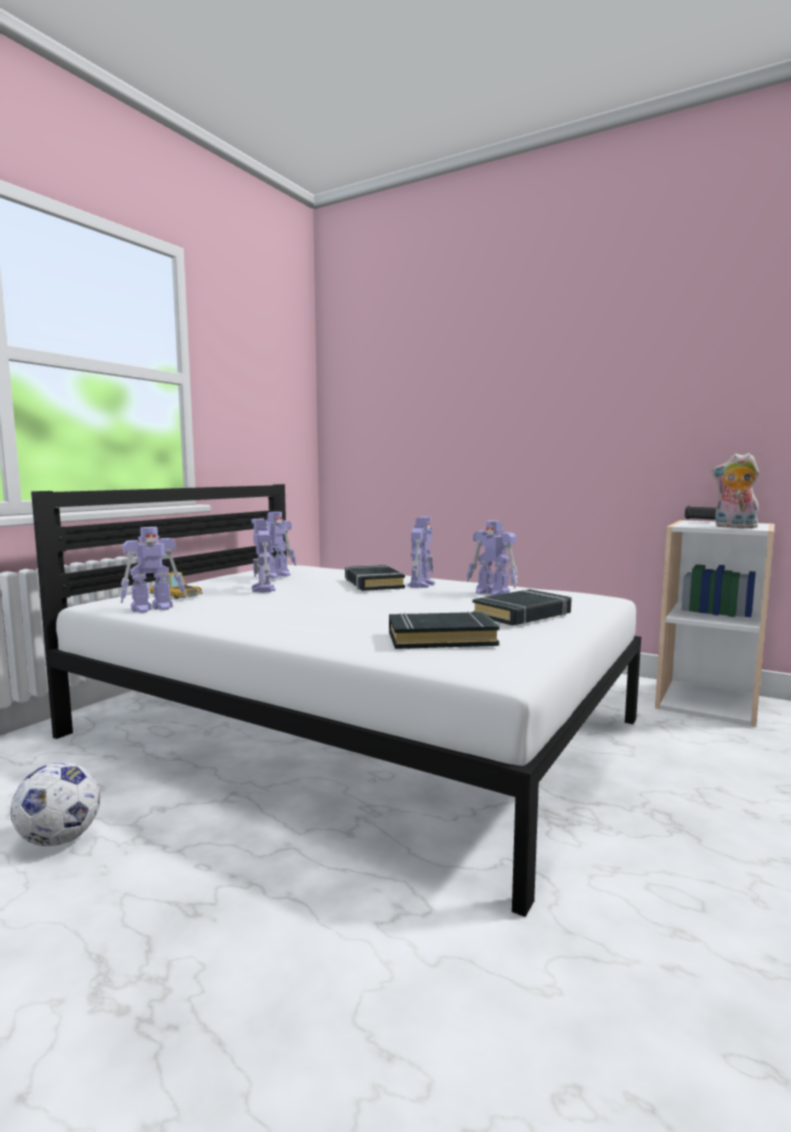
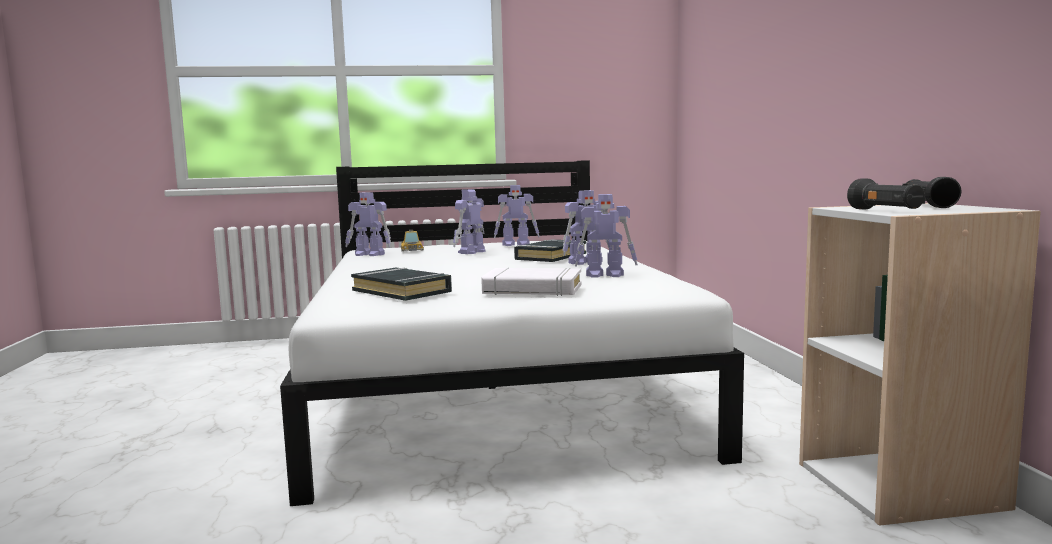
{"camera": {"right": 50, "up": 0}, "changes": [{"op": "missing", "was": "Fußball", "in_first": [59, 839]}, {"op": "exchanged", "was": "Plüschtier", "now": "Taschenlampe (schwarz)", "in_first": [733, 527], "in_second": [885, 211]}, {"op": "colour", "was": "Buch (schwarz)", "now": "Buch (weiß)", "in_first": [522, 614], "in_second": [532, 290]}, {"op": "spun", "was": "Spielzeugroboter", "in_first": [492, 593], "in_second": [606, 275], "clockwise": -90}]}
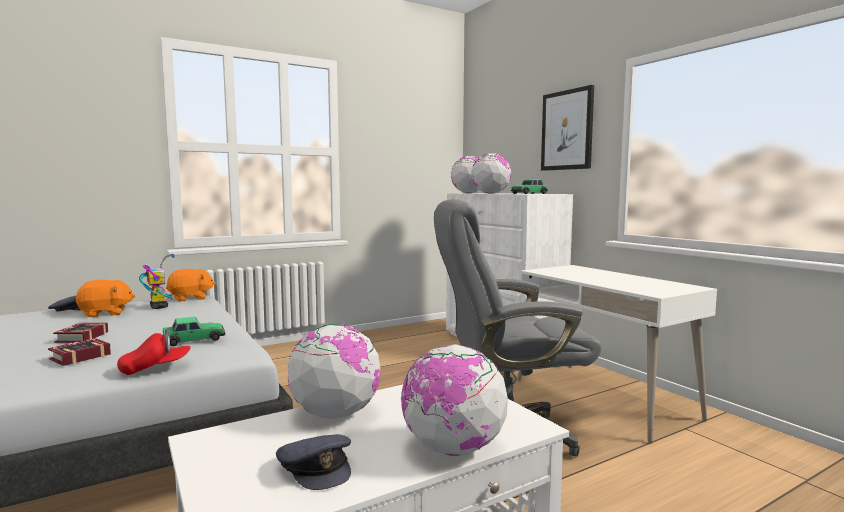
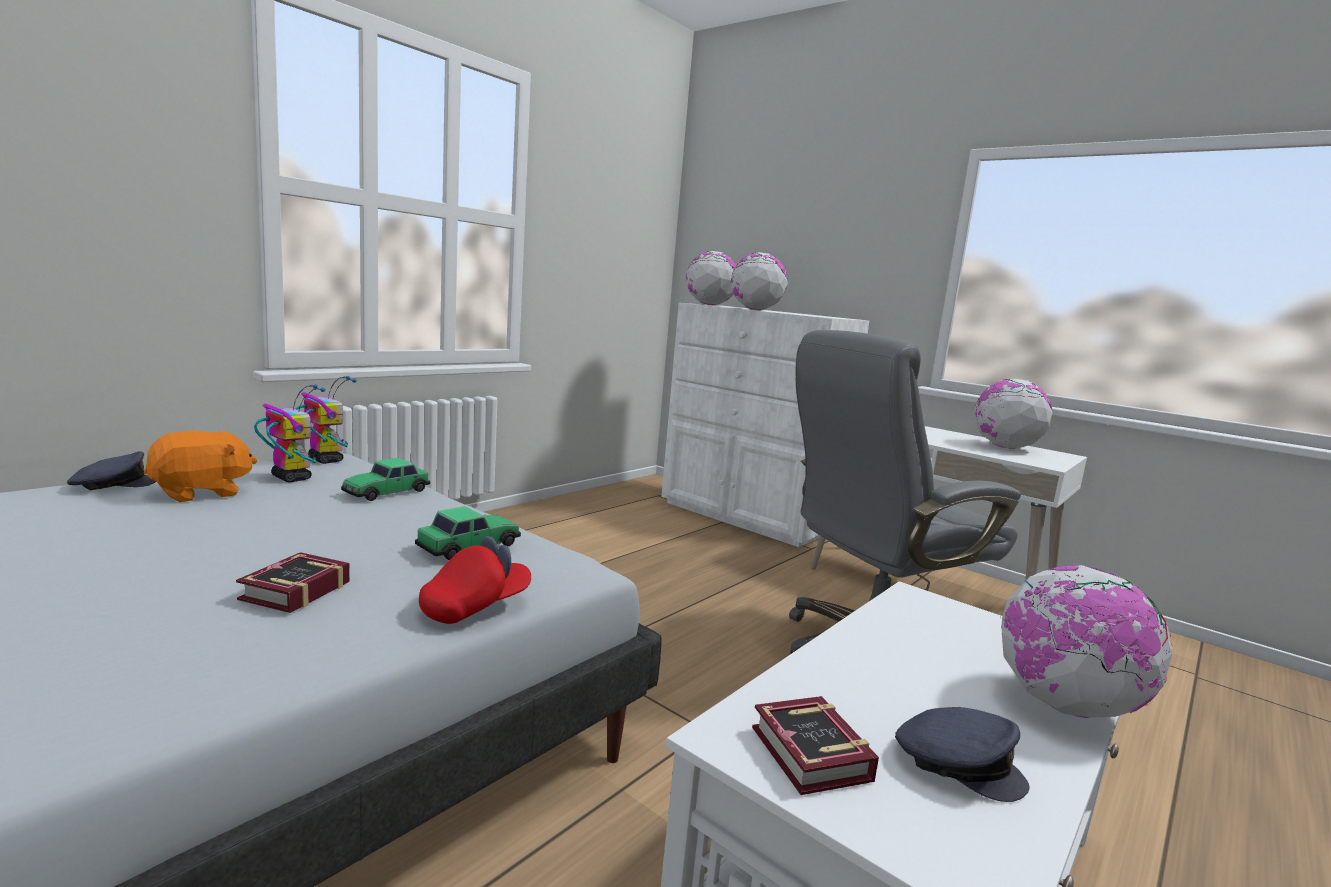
{"camera": {"right": -20, "up": 5}, "changes": [{"op": "missing", "was": "Bild", "in_first": [567, 130]}, {"op": "relocated", "was": "Buch", "in_first": [80, 338], "in_second": [810, 757]}, {"op": "relocated", "was": "Globus", "in_first": [335, 414], "in_second": [1005, 447]}, {"op": "relocated", "was": "Spielzeugauto", "in_first": [529, 193], "in_second": [386, 492]}, {"op": "exchanged", "was": "Plüschtier (orange)", "now": "Spielzeugroboter", "in_first": [190, 298], "in_second": [325, 460]}]}
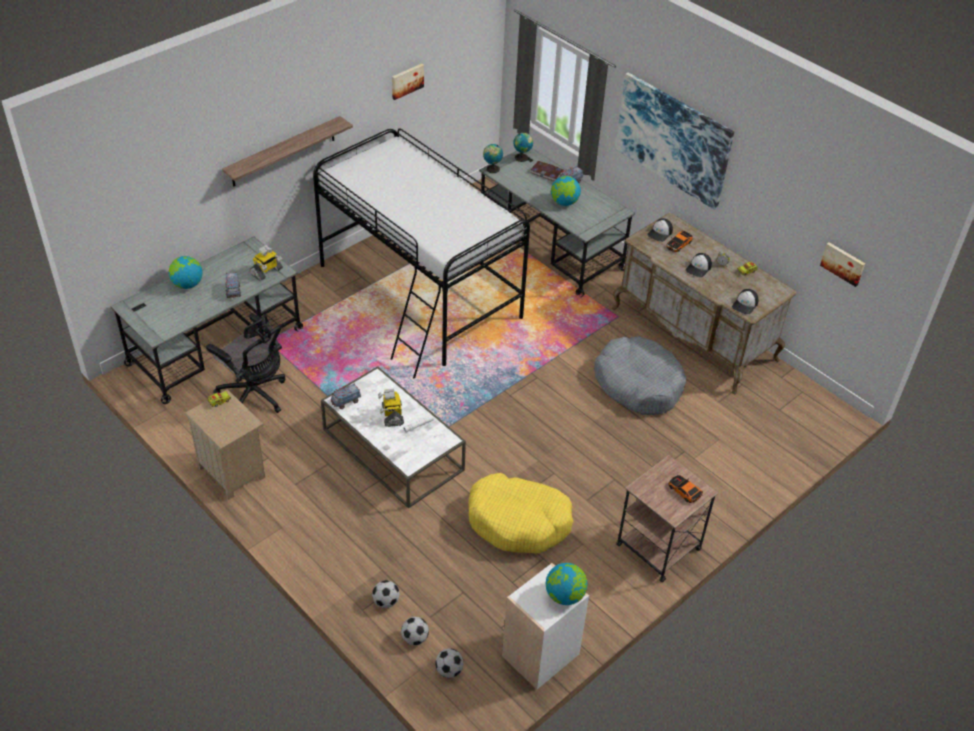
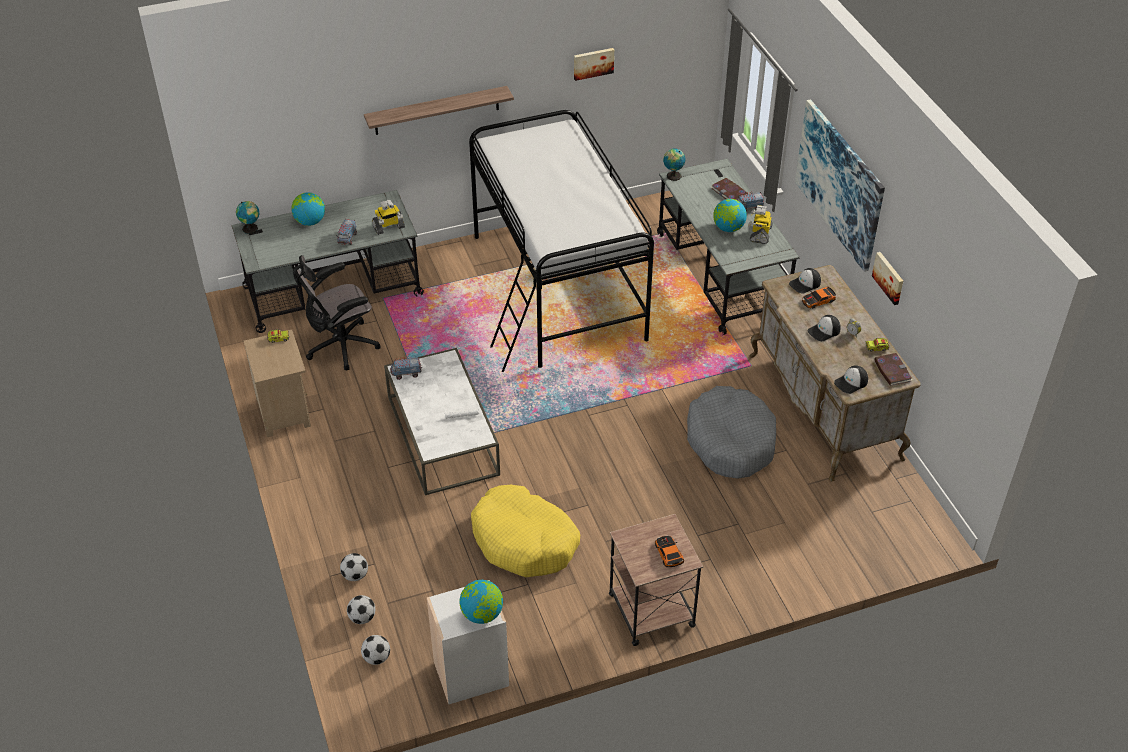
{"camera": {"right": 25, "up": 0}, "changes": [{"op": "appeared", "now": "Buch", "in_second": [892, 371]}, {"op": "relocated", "was": "Spielzeugroboter", "in_first": [392, 415], "in_second": [760, 234]}, {"op": "relocated", "was": "Globus", "in_first": [522, 157], "in_second": [251, 229]}, {"op": "relocated", "was": "Bild", "in_first": [843, 263], "in_second": [889, 277]}, {"op": "spun", "was": "Bürostuhl", "in_first": [253, 395], "in_second": [342, 346], "clockwise": 90}]}
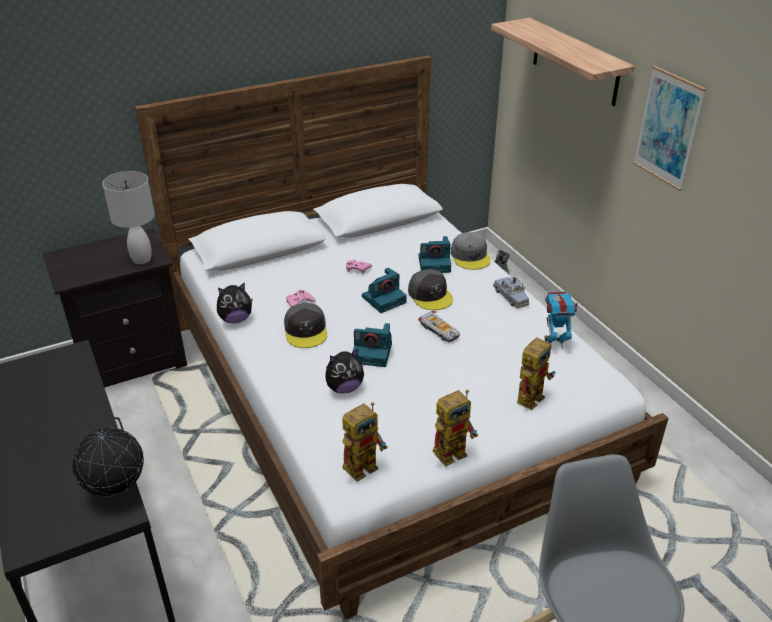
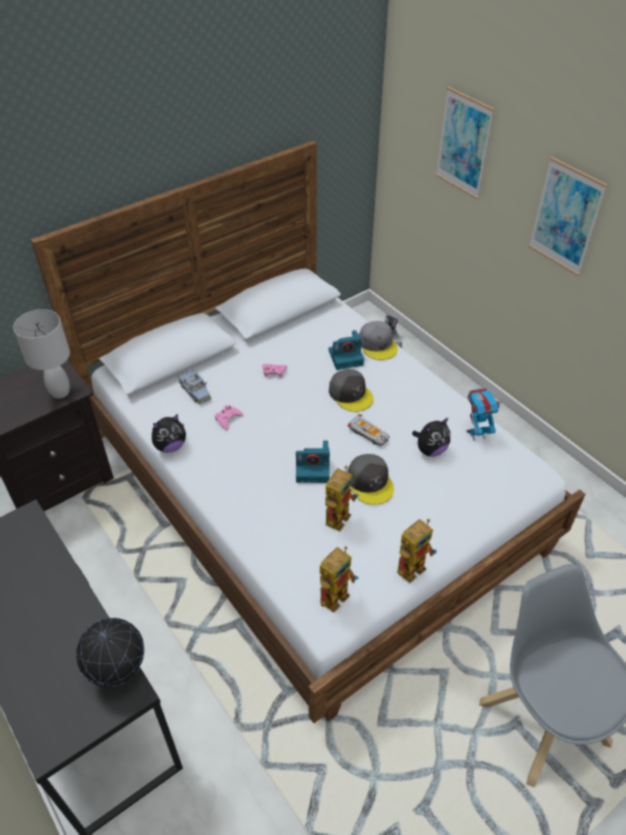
{"camera": {"right": -10, "up": 10}, "changes": [{"op": "missing", "was": "Kamera", "in_first": [384, 299]}, {"op": "relocated", "was": "Kappe (grau)", "in_first": [306, 331], "in_second": [370, 482]}, {"op": "relocated", "was": "Plüschtier", "in_first": [344, 388], "in_second": [430, 450]}, {"op": "relocated", "was": "Spielzeugauto (blau)", "in_first": [511, 297], "in_second": [195, 391]}, {"op": "relocated", "was": "Spielzeugroboter", "in_first": [531, 395], "in_second": [338, 514]}, {"op": "exchanged", "was": "Wandregal", "now": "Bild", "in_first": [575, 62], "in_second": [464, 143]}]}
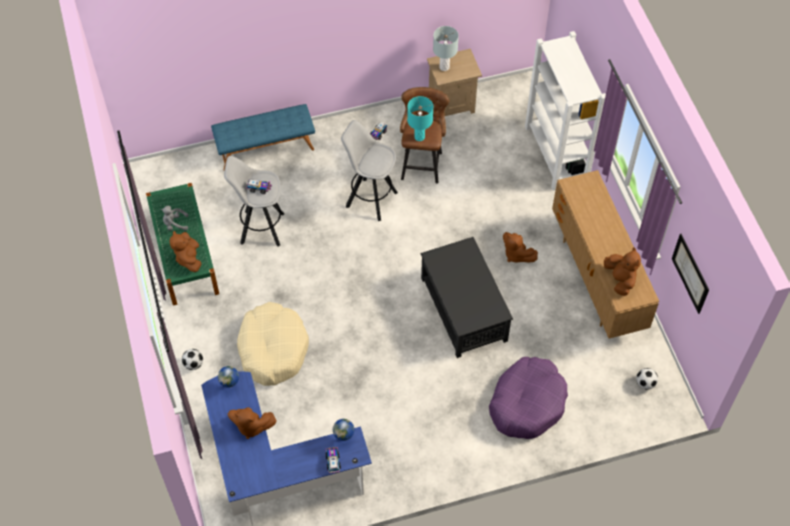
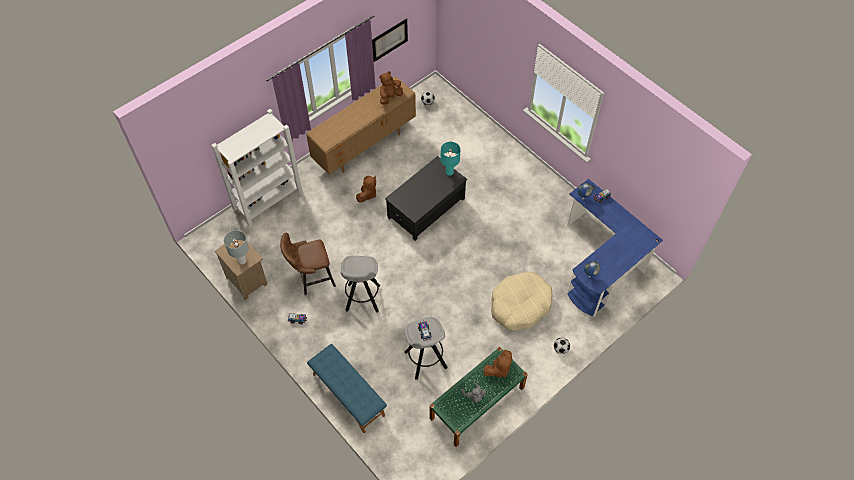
{"camera": {"right": -115, "up": 0}, "changes": [{"op": "missing", "was": "Plüschtier (braun)", "in_first": [251, 426]}, {"op": "missing", "was": "Hundebett (lila)", "in_first": [527, 403]}, {"op": "relocated", "was": "Tischlampe (türkis)", "in_first": [419, 137], "in_second": [449, 172]}]}
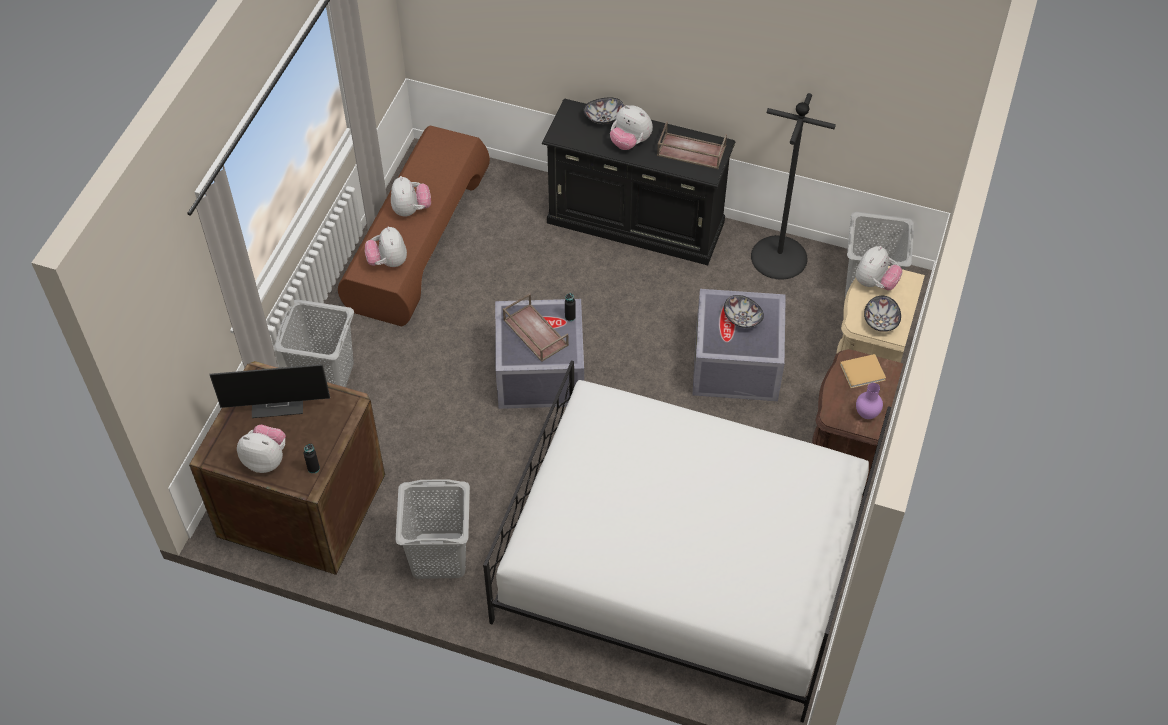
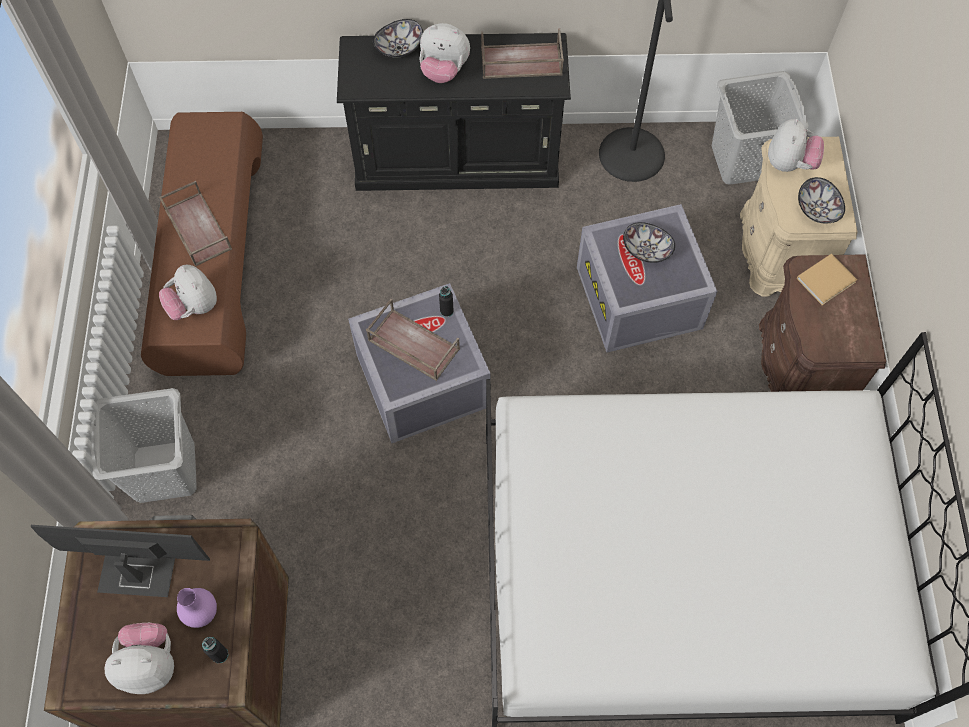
{"camera": {"right": -20, "up": 10}, "changes": [{"op": "missing", "was": "Wäschekorb (grau)", "in_first": [439, 556]}, {"op": "relocated", "was": "Vase (lila)", "in_first": [866, 414], "in_second": [201, 614]}, {"op": "exchanged", "was": "Plüschtier", "now": "Tablett (braun)", "in_first": [411, 210], "in_second": [196, 228]}, {"op": "spun", "was": "Monitor", "in_first": [279, 403], "in_second": [136, 573], "clockwise": -150}]}
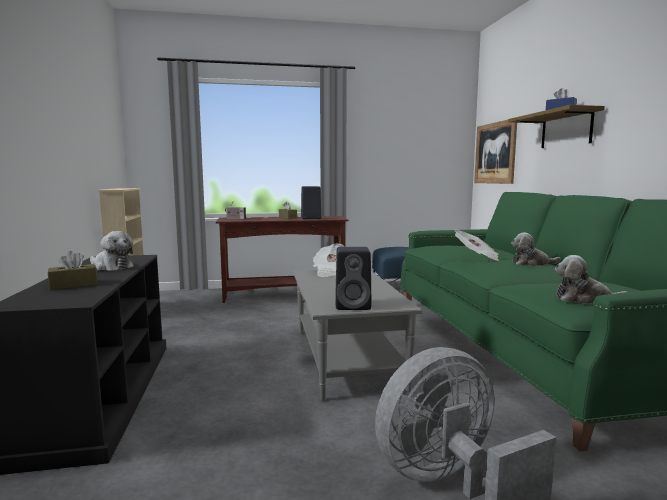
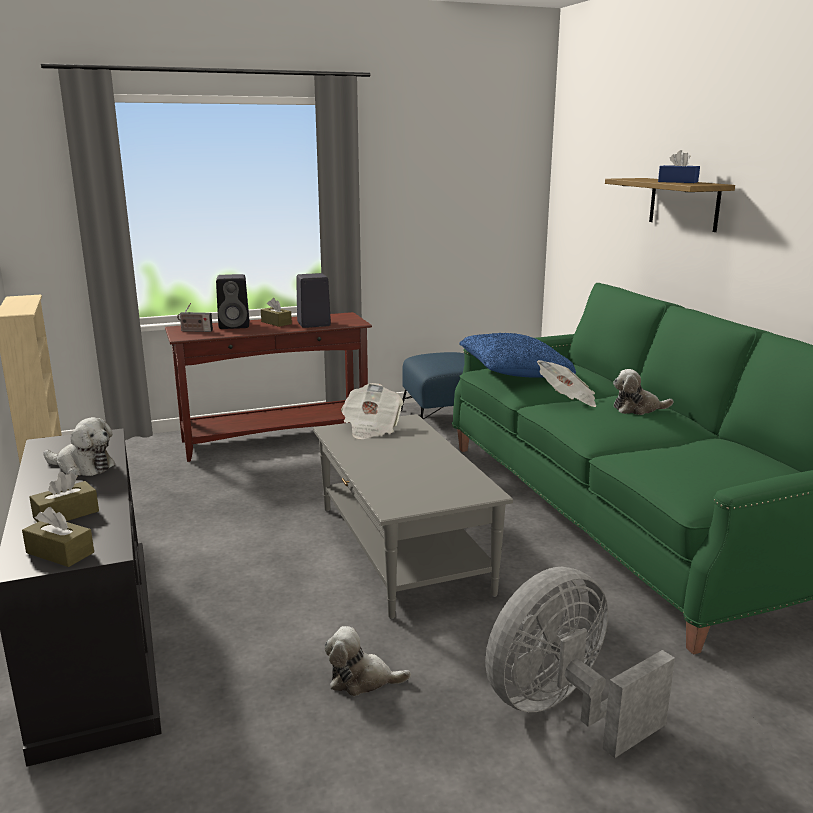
{"camera": {"right": -10, "up": 10}, "changes": [{"op": "missing", "was": "Bild", "in_first": [495, 153]}, {"op": "appeared", "now": "Taschentuchbox (braun)", "in_second": [60, 553]}, {"op": "appeared", "now": "Kissen (blau)", "in_second": [515, 373]}, {"op": "relocated", "was": "Lautsprecher (schwarz)", "in_first": [354, 305], "in_second": [235, 325]}, {"op": "relocated", "was": "Plüschtier", "in_first": [584, 299], "in_second": [362, 679]}]}
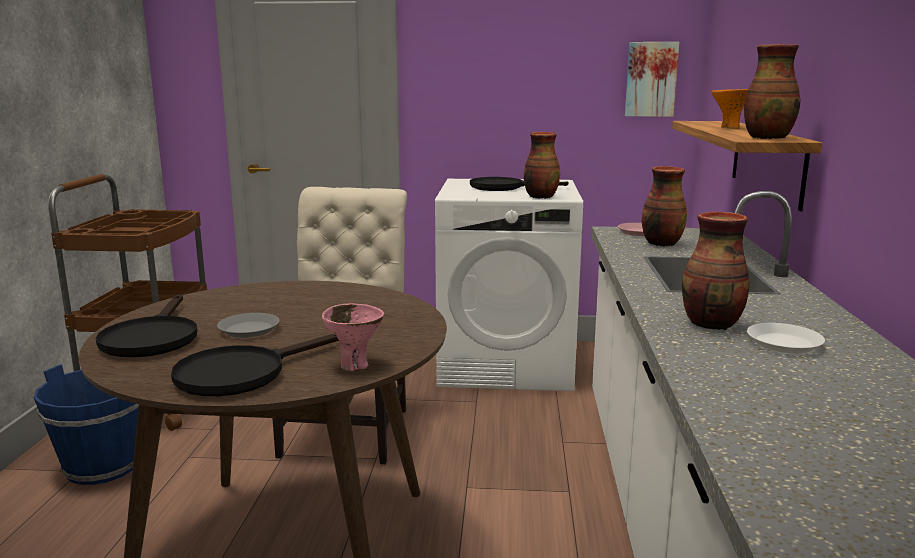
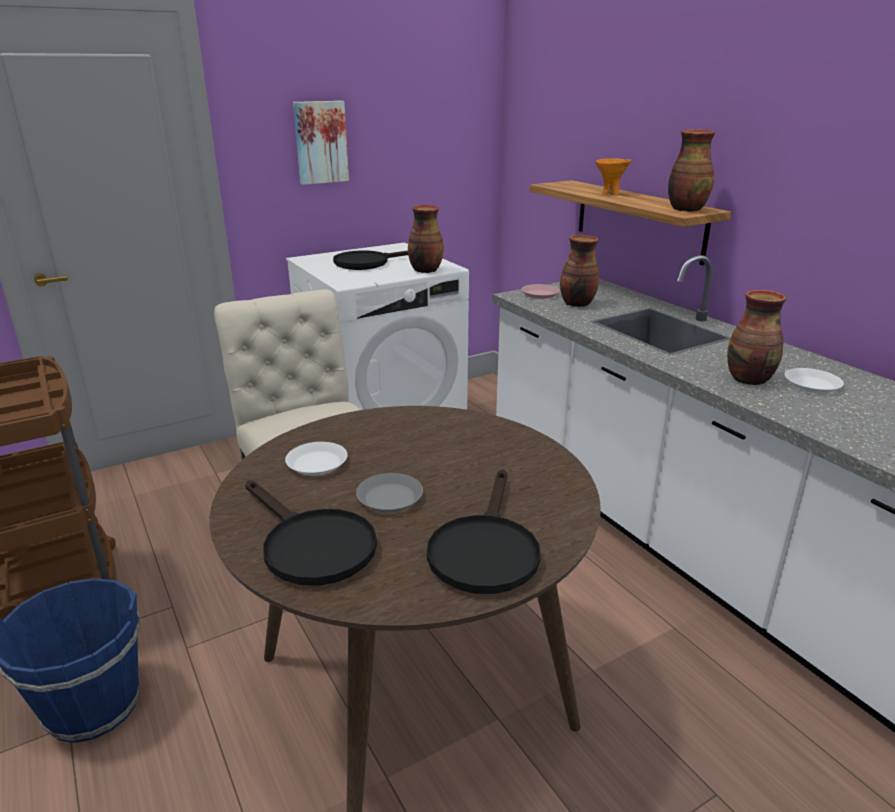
{"camera": {"right": -35, "up": 10}, "changes": [{"op": "missing", "was": "Schüssel (rosa)", "in_first": [354, 365]}, {"op": "appeared", "now": "Teller (weiß)", "in_second": [317, 463]}, {"op": "relocated", "was": "Bild", "in_first": [650, 79], "in_second": [320, 142]}]}
